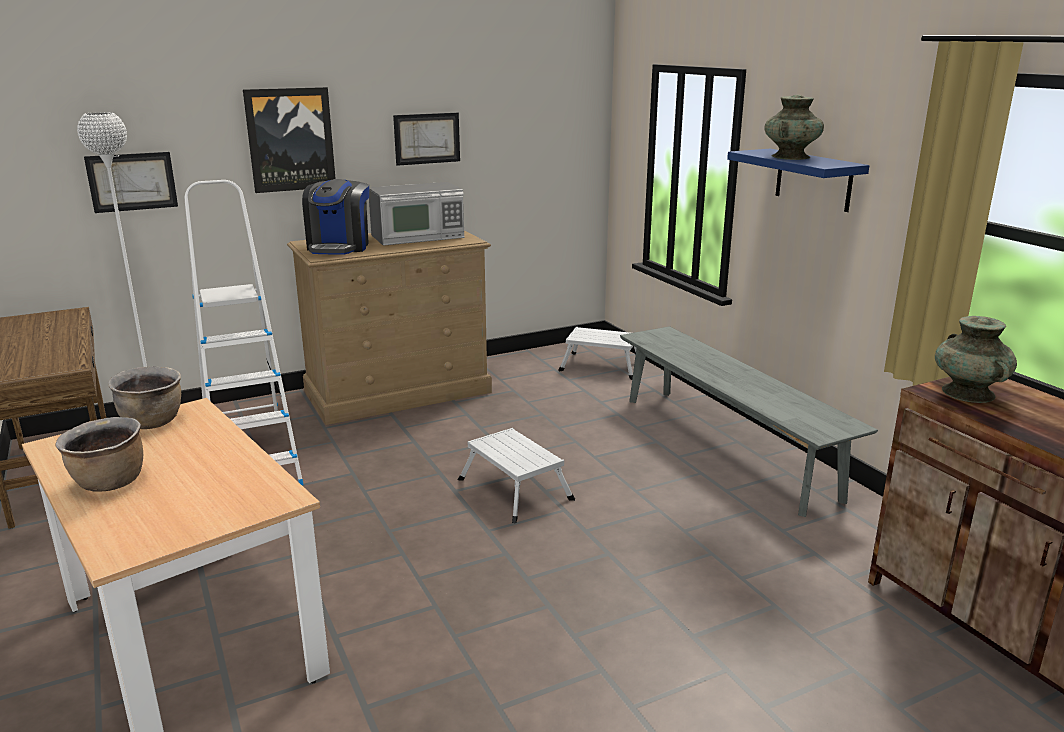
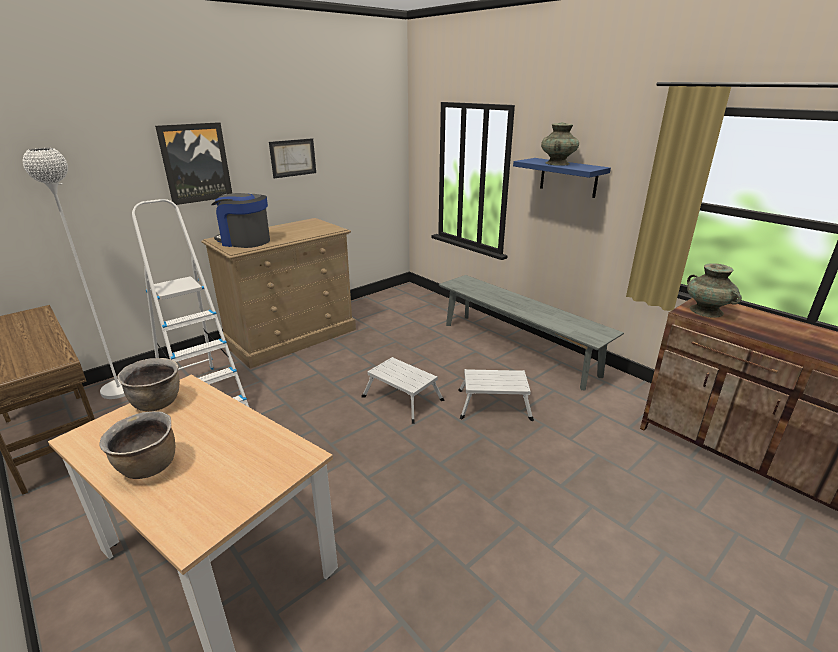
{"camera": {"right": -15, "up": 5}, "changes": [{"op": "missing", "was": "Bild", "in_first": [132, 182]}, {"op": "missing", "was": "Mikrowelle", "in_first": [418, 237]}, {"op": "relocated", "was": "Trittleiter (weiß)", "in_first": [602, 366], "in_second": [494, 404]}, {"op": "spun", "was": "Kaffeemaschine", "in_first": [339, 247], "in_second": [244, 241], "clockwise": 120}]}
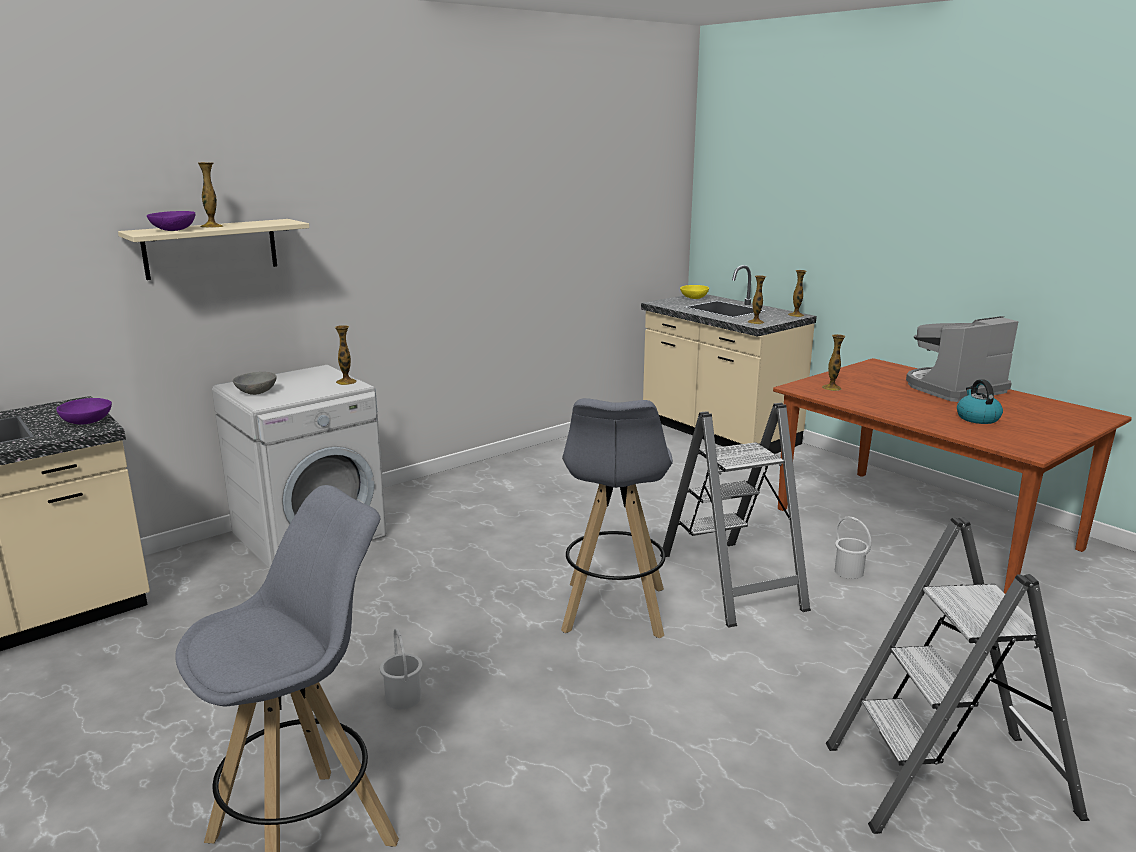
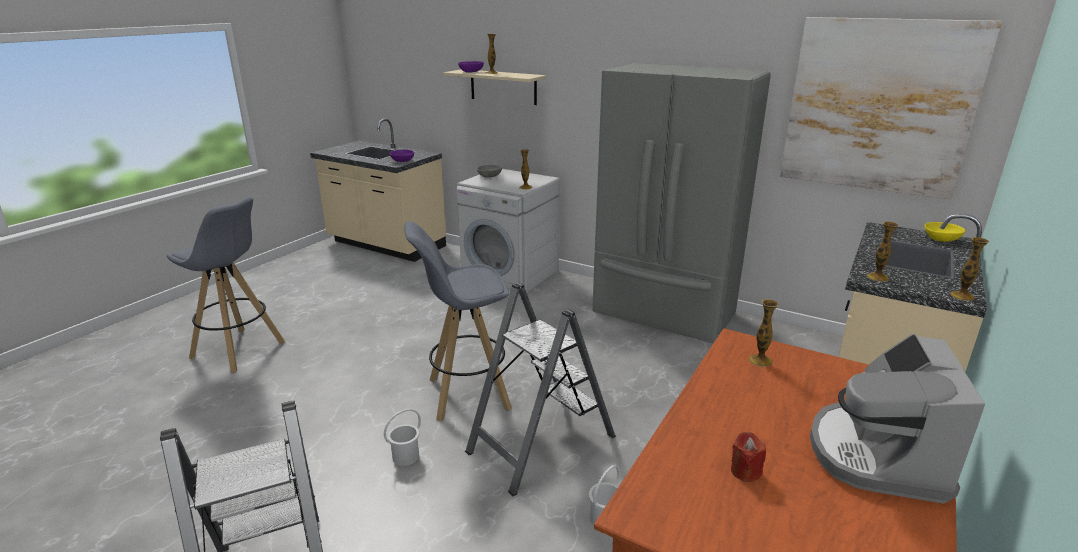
{"camera": {"right": 70, "up": 5}, "changes": [{"op": "appeared", "now": "Kühlschrank (grau)", "in_second": [662, 315]}, {"op": "appeared", "now": "Bild", "in_second": [878, 107]}, {"op": "relocated", "was": "Eimer (weiß)", "in_first": [404, 697], "in_second": [406, 457]}, {"op": "exchanged", "was": "Wasserkessel", "now": "Kerze (rot)", "in_first": [977, 418], "in_second": [745, 471]}, {"op": "spun", "was": "Kaffeemaschine", "in_first": [953, 388], "in_second": [876, 455], "clockwise": -120}]}
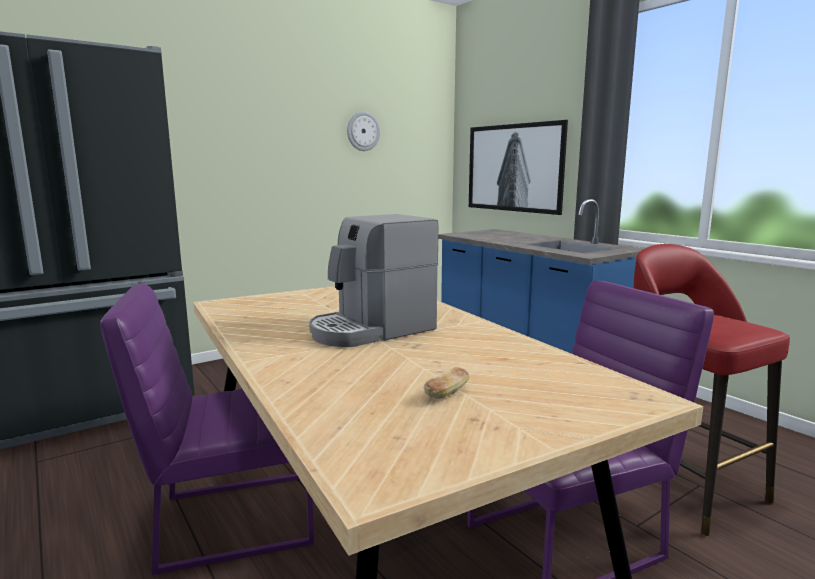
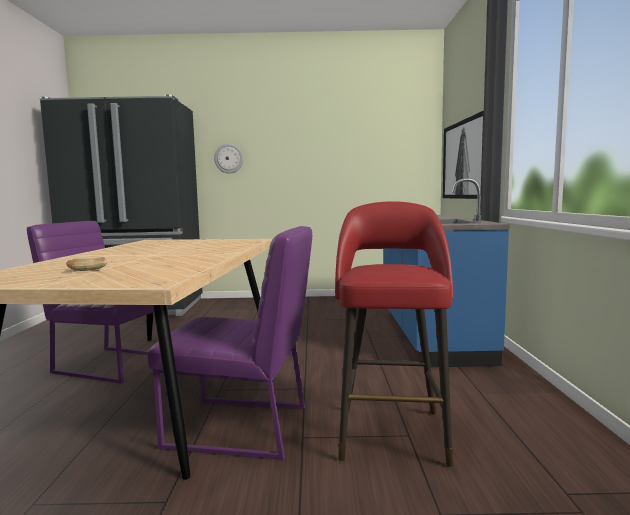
{"camera": {"right": 35, "up": -5}, "changes": [{"op": "missing", "was": "Kaffeemaschine", "in_first": [371, 330]}, {"op": "relocated", "was": "Wanduhr", "in_first": [363, 131], "in_second": [229, 158]}]}
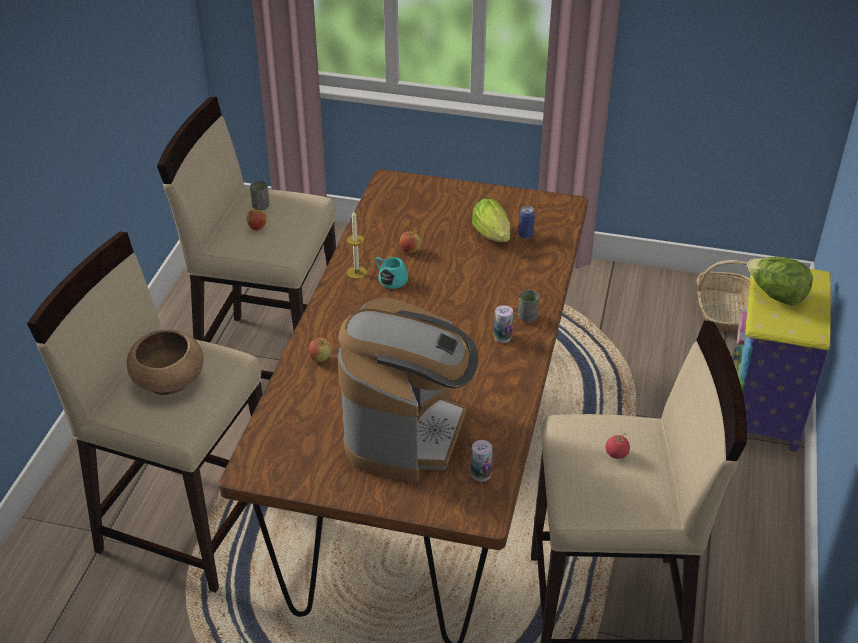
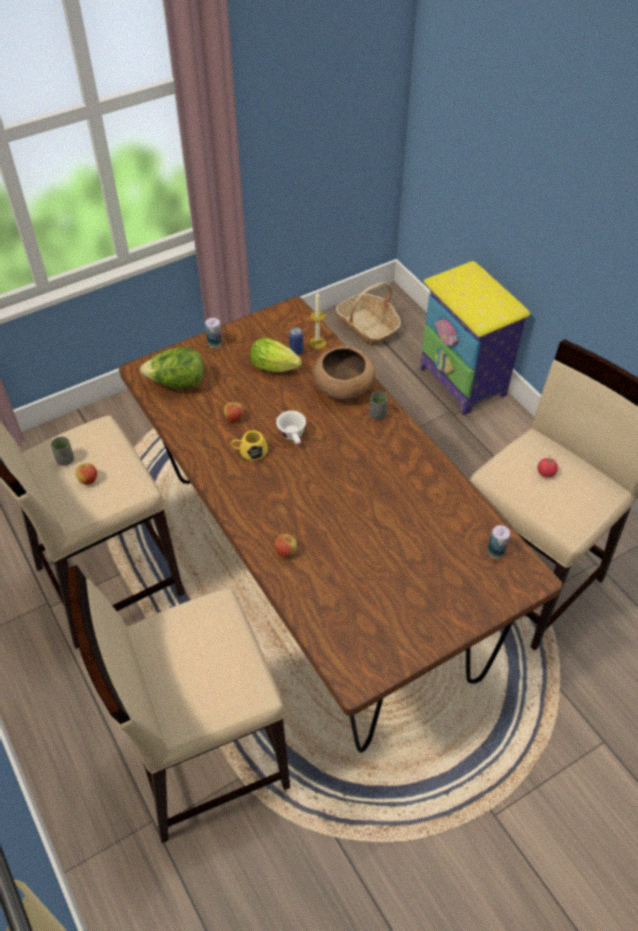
{"camera": {"right": -45, "up": 10}, "changes": [{"op": "missing", "was": "Kaffeemaschine", "in_first": [406, 432]}, {"op": "appeared", "now": "Tasse (weiß)", "in_second": [293, 436]}, {"op": "relocated", "was": "Schüssel (braun)", "in_first": [168, 381], "in_second": [343, 388]}, {"op": "relocated", "was": "Kerze", "in_first": [356, 272], "in_second": [317, 343]}, {"op": "relocated", "was": "Dose", "in_first": [502, 337], "in_second": [215, 343]}, {"op": "relocated", "was": "Salatkopf", "in_first": [776, 295], "in_second": [177, 383]}, {"op": "colour", "was": "Henkelbecher (türkis)", "now": "Henkelbecher (gelb)", "in_first": [390, 279], "in_second": [249, 451]}]}
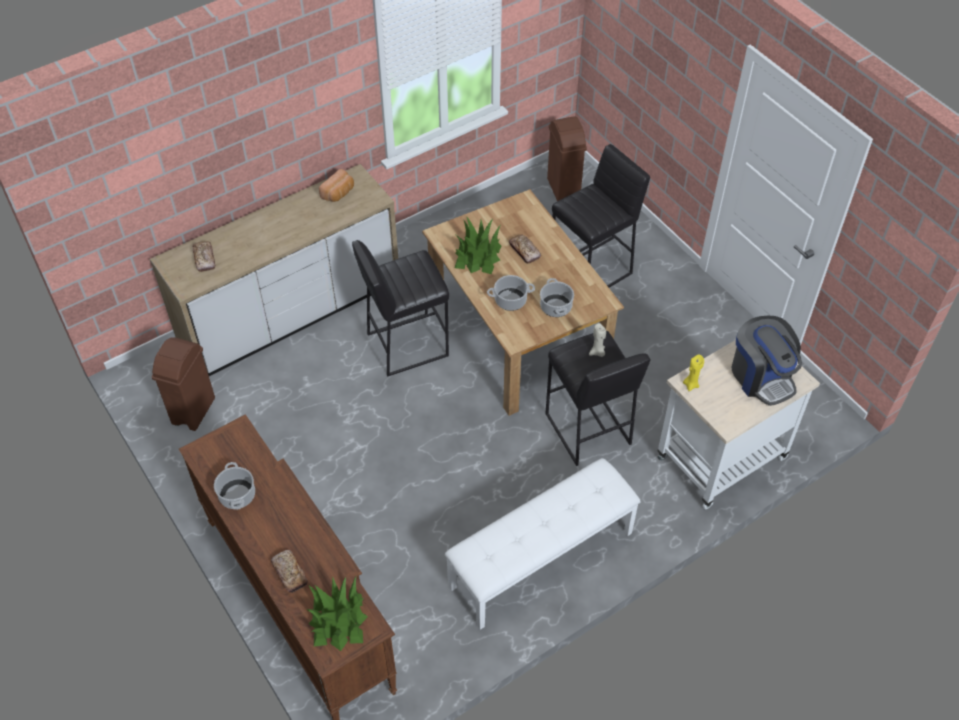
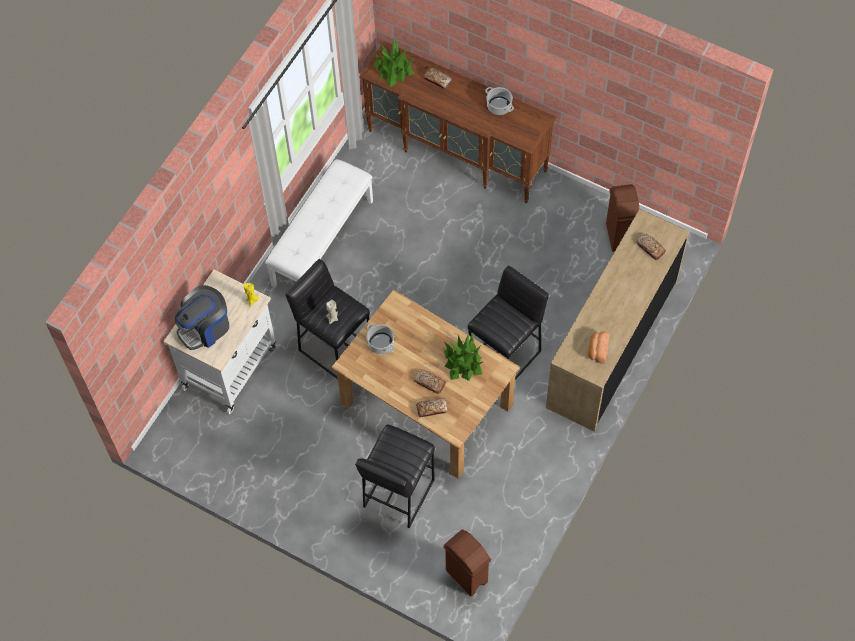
{"camera": {"right": 155, "up": 10}, "changes": [{"op": "missing", "was": "Kochtopf", "in_first": [510, 300]}, {"op": "appeared", "now": "Brot", "in_second": [432, 409]}, {"op": "spun", "was": "Kaffeemaschine", "in_first": [761, 376], "in_second": [205, 328], "clockwise": -75}]}
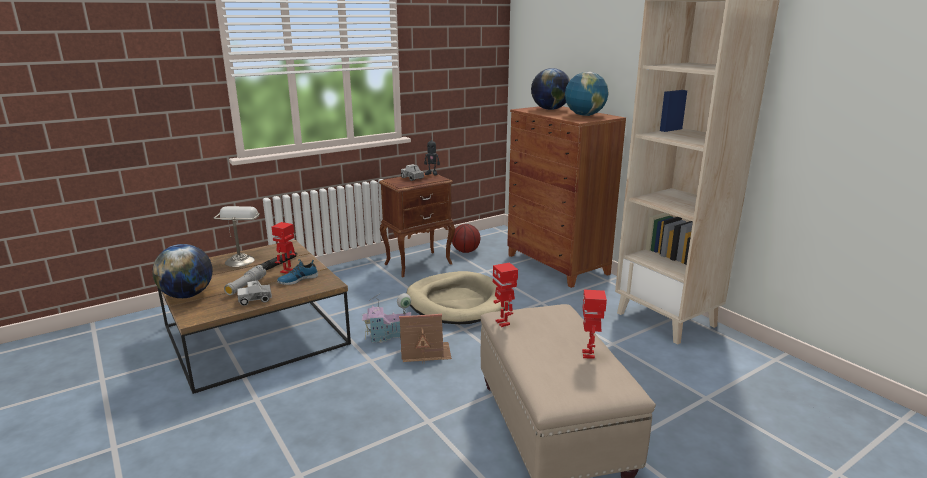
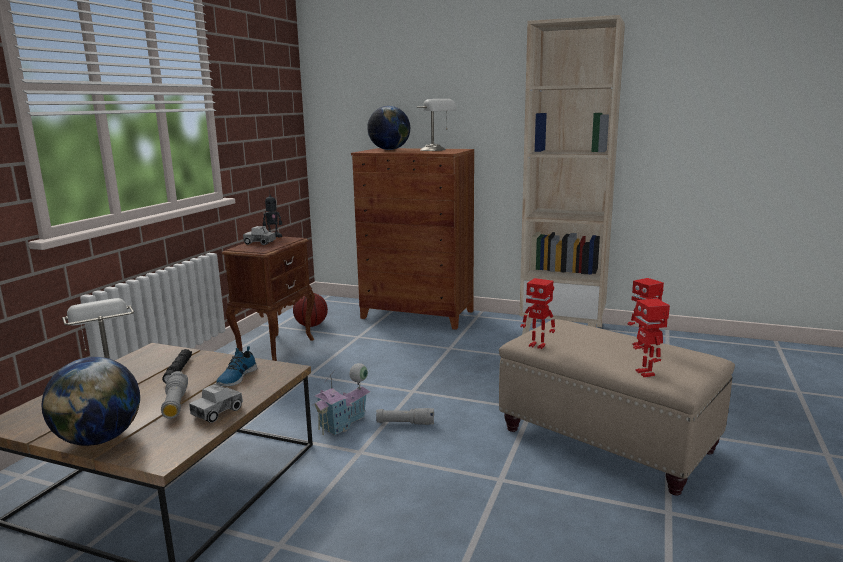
{"camera": {"right": -35, "up": -5}, "changes": [{"op": "missing", "was": "Hundebett (beige)", "in_first": [457, 302]}, {"op": "relocated", "was": "Spielzeugroboter", "in_first": [287, 271], "in_second": [646, 373]}, {"op": "exchanged", "was": "Spielzeughaus", "now": "Taschenlampe (grau)", "in_first": [424, 352], "in_second": [405, 423]}, {"op": "exchanged", "was": "Globus", "now": "Tischlampe (weiß)", "in_first": [584, 115], "in_second": [436, 150]}]}
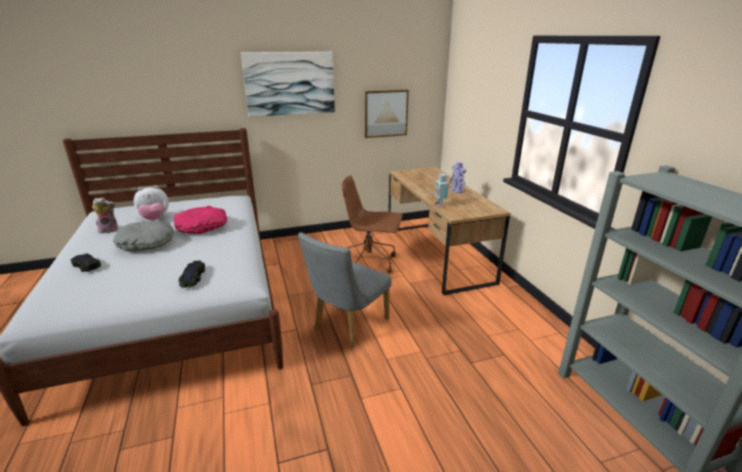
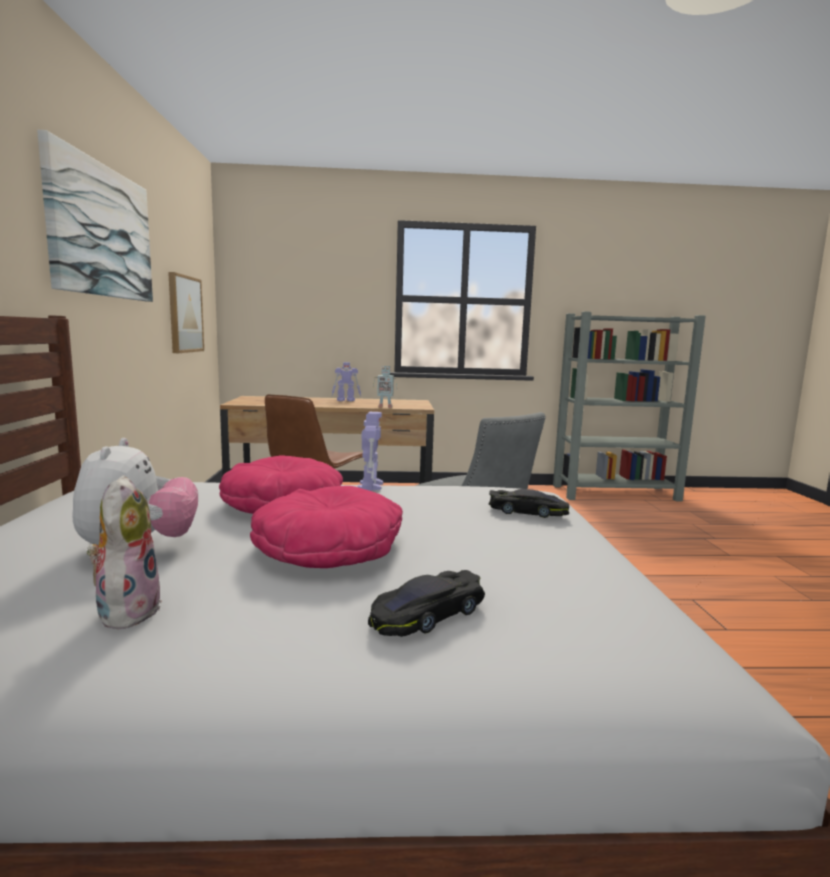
{"camera": {"right": -75, "up": -15}, "changes": [{"op": "appeared", "now": "Spielzeugroboter", "in_second": [370, 485]}, {"op": "colour", "was": "Kissen (grau)", "now": "Kissen (rosa)", "in_first": [147, 243], "in_second": [326, 548]}]}
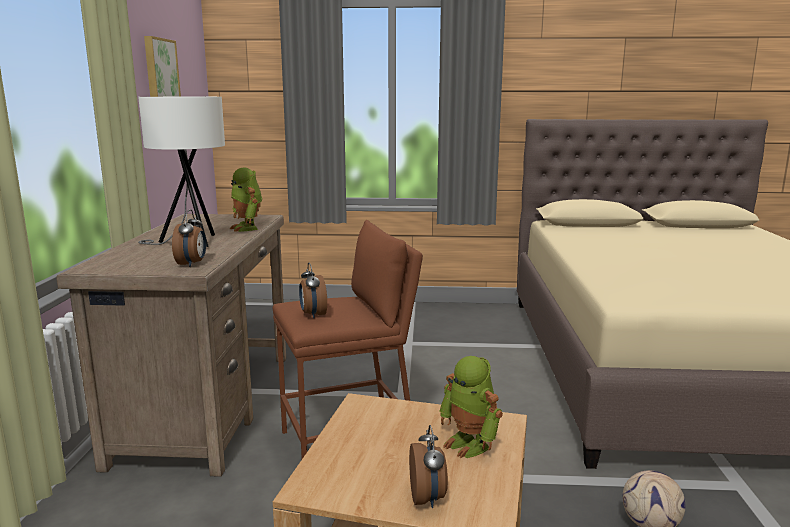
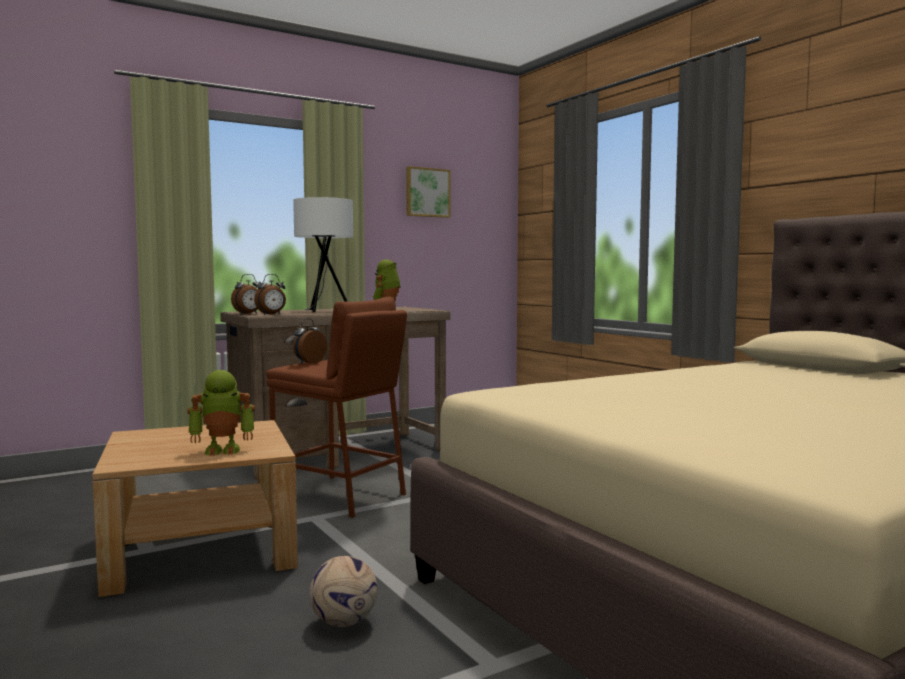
{"camera": {"right": 55, "up": -10}, "changes": [{"op": "relocated", "was": "Wecker", "in_first": [428, 498], "in_second": [248, 313]}, {"op": "spun", "was": "Spielzeugroboter", "in_first": [470, 444], "in_second": [223, 450], "clockwise": -120}]}
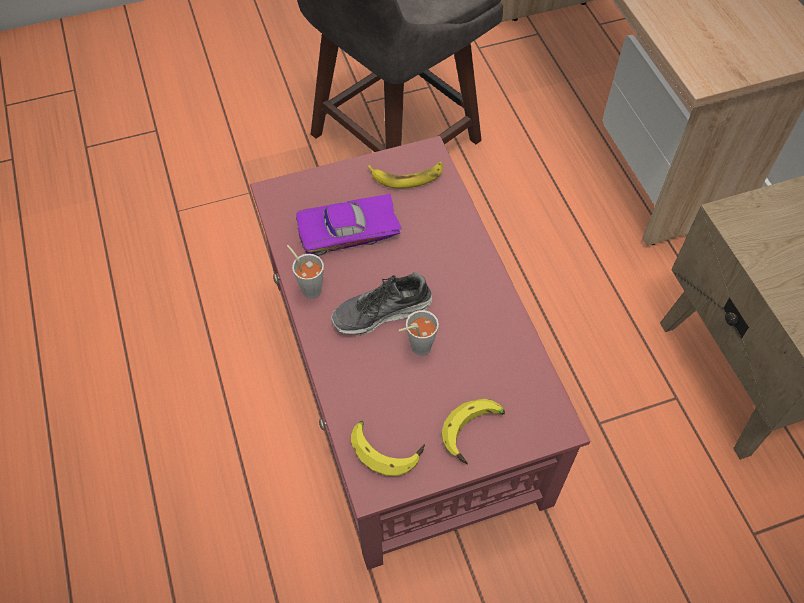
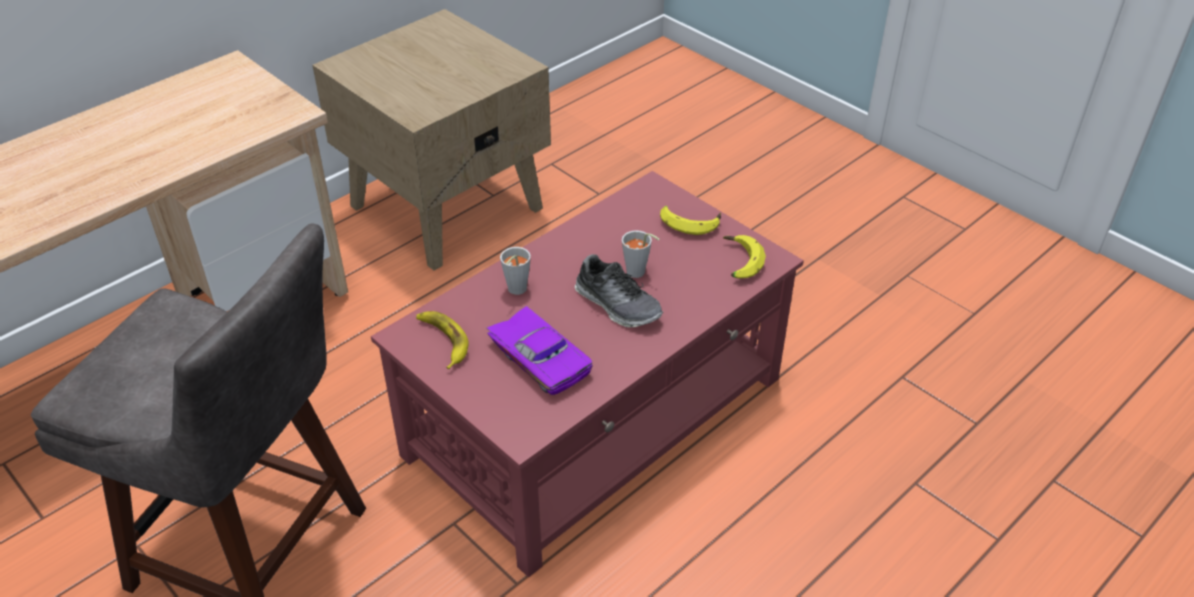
{"camera": {"right": -115, "up": -15}, "changes": [{"op": "relocated", "was": "Tasse (grau)", "in_first": [309, 287], "in_second": [515, 291]}]}
